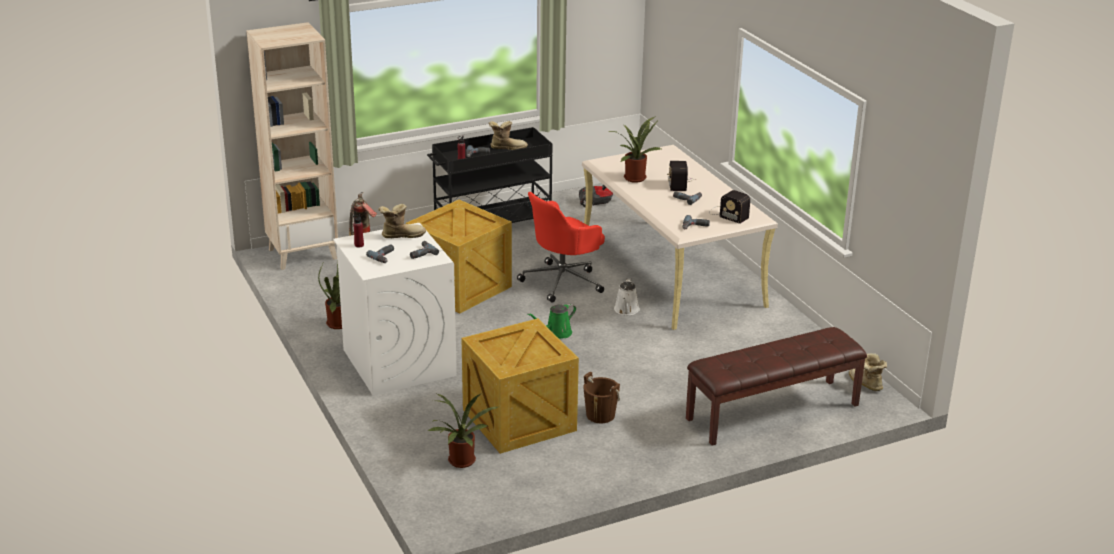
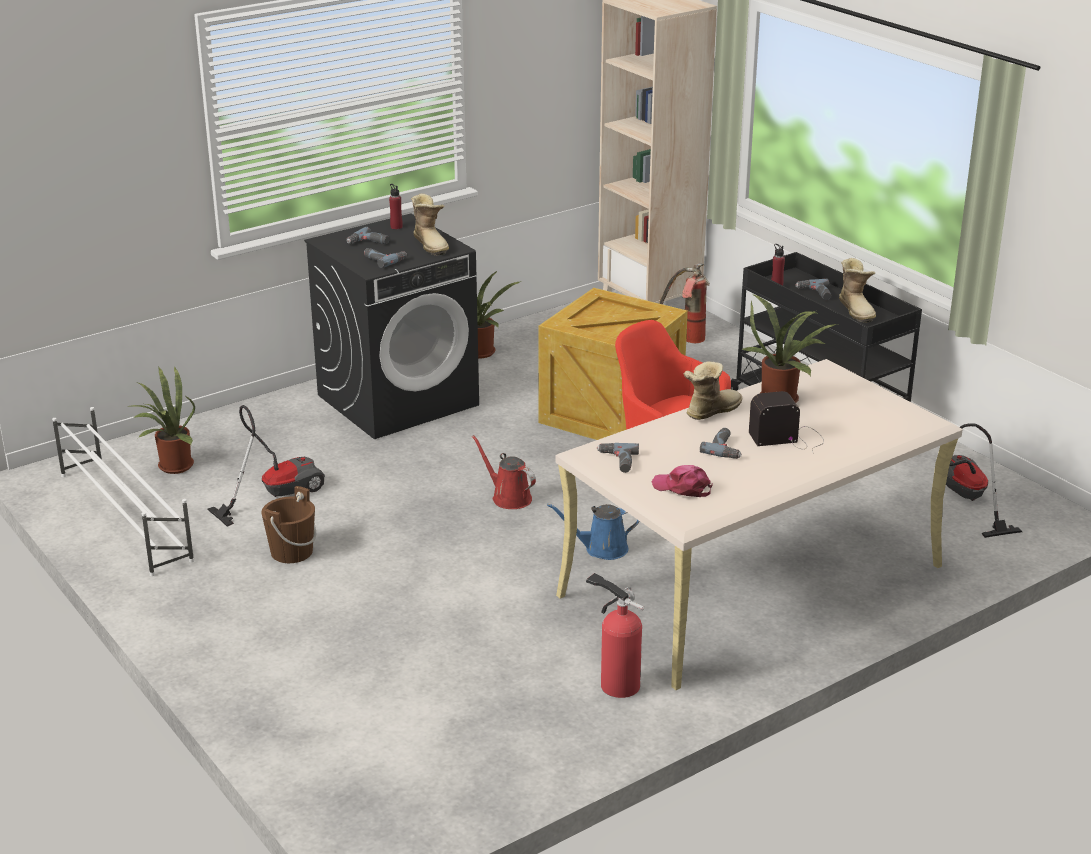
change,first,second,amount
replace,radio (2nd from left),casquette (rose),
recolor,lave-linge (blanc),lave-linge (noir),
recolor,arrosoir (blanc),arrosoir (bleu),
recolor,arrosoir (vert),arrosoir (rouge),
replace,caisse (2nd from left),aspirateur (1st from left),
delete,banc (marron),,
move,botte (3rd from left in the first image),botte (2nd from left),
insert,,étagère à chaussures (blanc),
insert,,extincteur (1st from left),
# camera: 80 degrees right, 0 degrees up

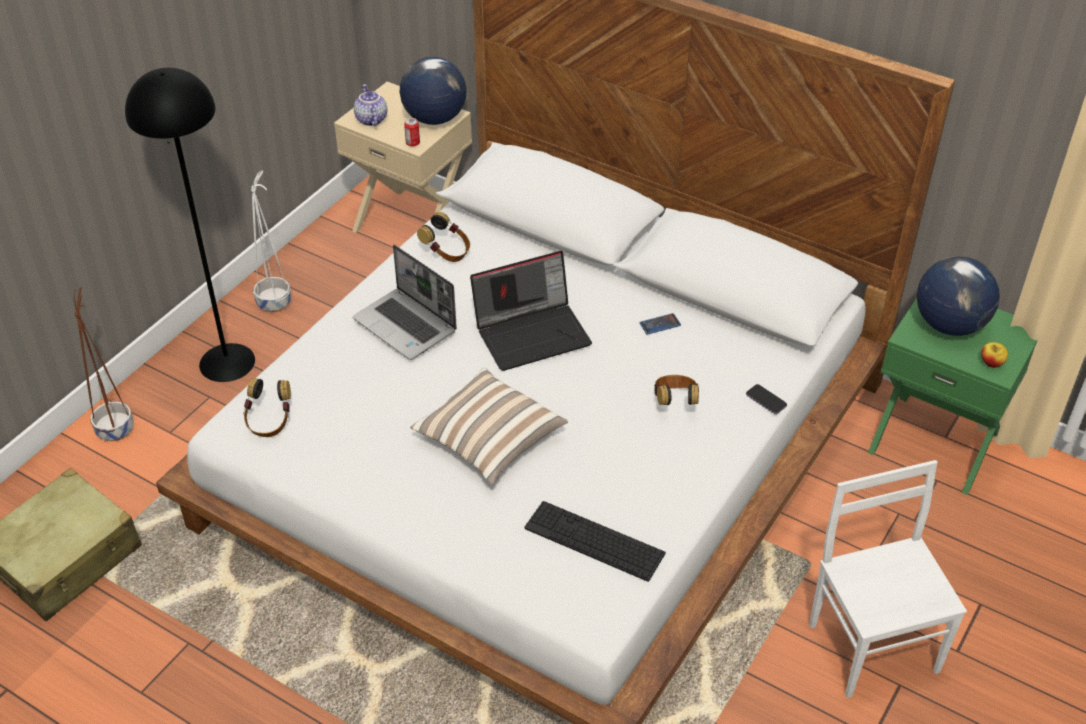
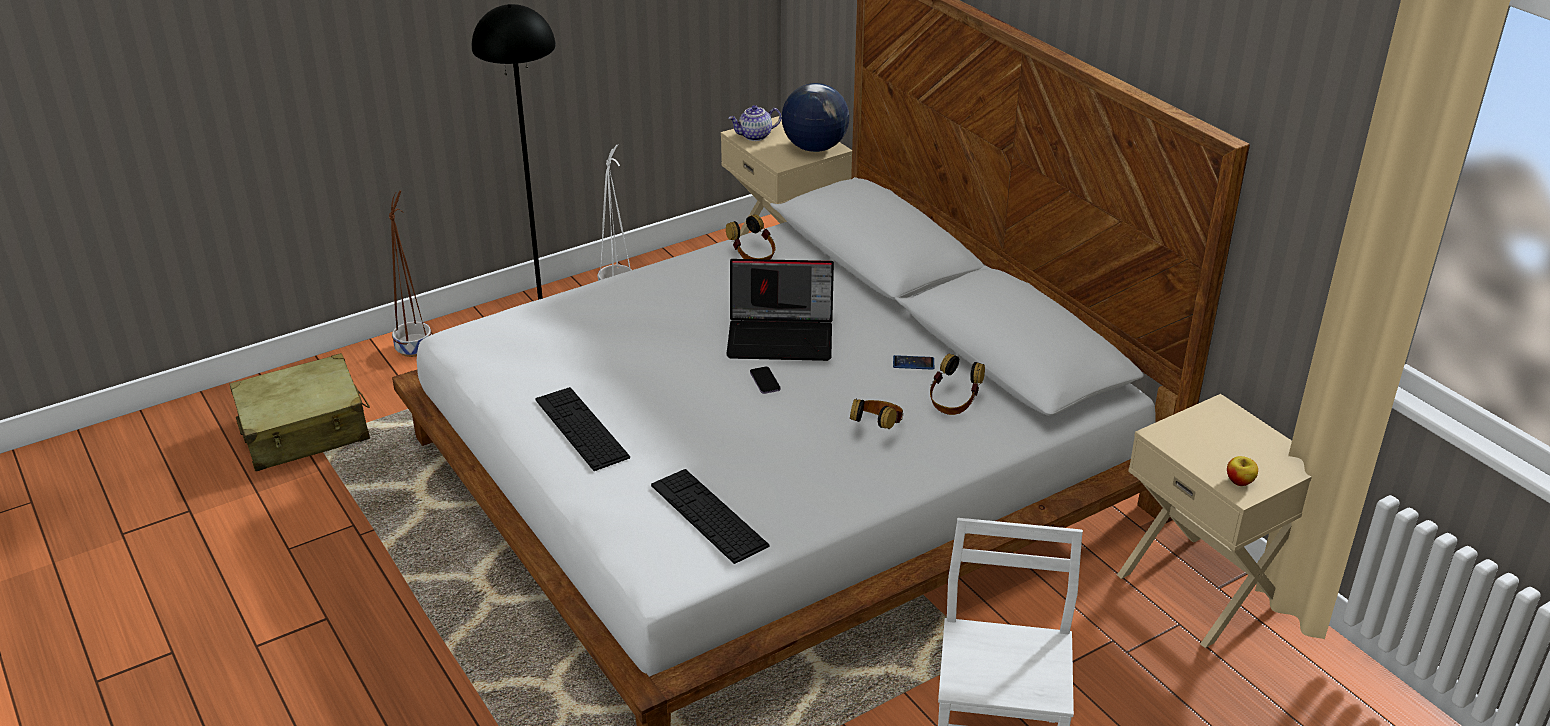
change,first,second,amount
rotate,théière,,120 degrees counterclockwise
delete,boîte métallique,,
delete,ordinateur portable (1st from left),,
delete,globe (2nd from left),,
recolor,table de chevet (vert),table de chevet (beige) (2nd from left),
delete,coussin,,
move,casque audio (1st from left in the first image),casque audio (3rd from left),
move,téléphone (2nd from left in the first image),téléphone (1st from left),
insert,,clavier (1st from left),
# camera: 25 degrees right, 10 degrees down

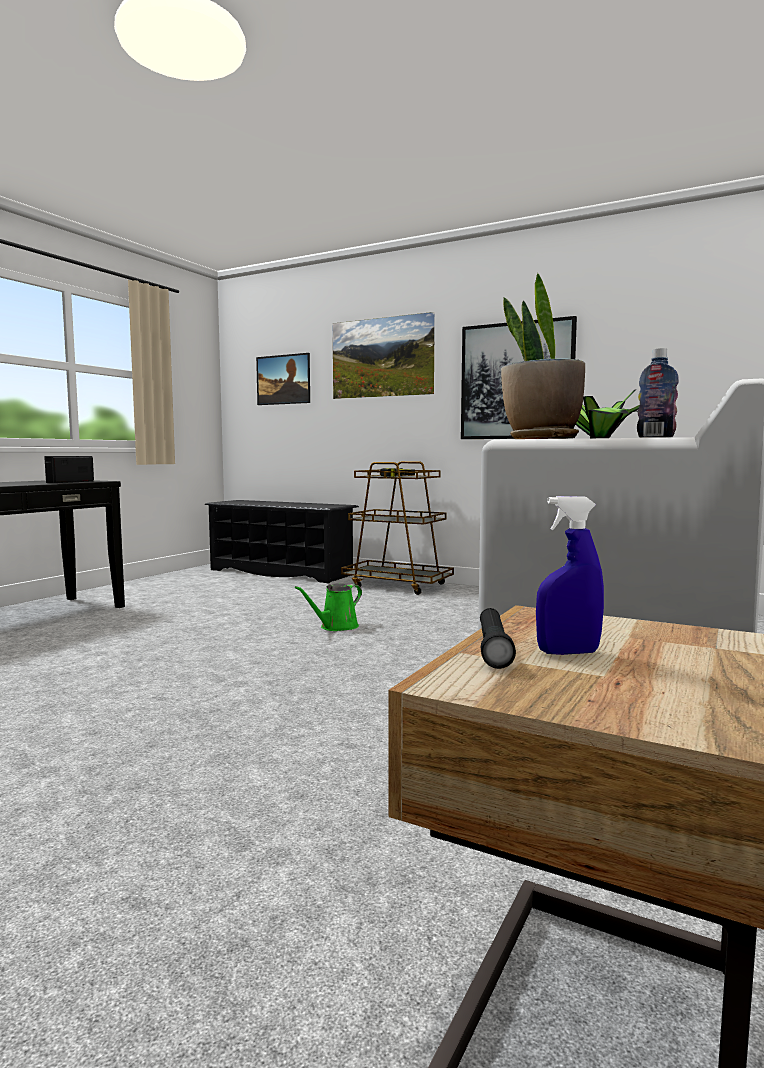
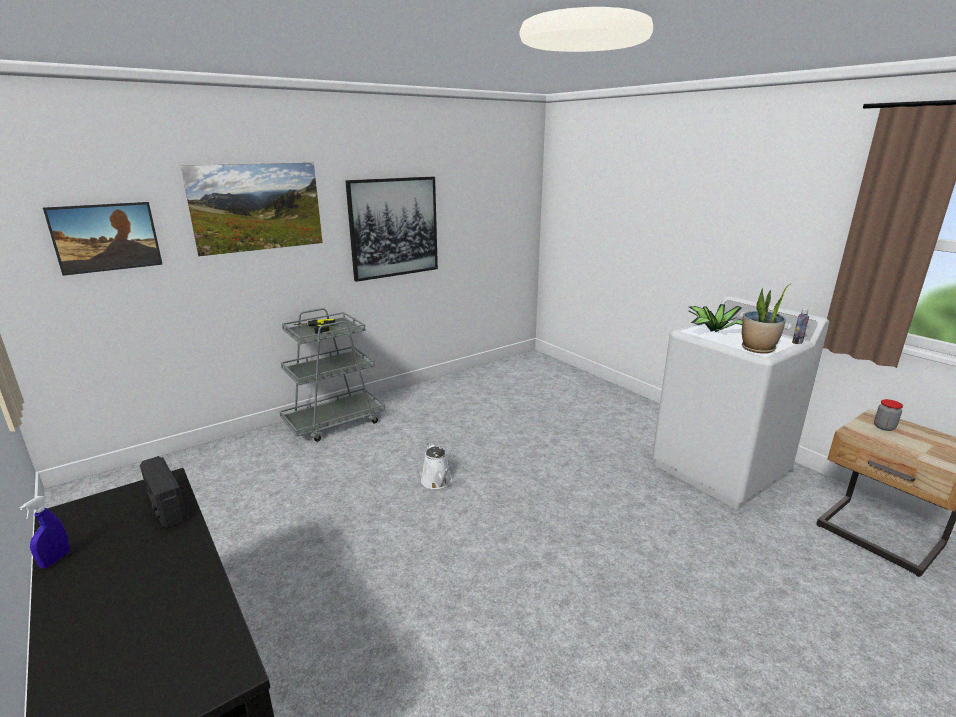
change,first,second,amount
recolor,chariot (marron),chariot (gris),
move,vaporisateur (bleu),,
delete,étagère à chaussures (noir),,
recolor,arrosoir (vert),arrosoir (blanc),
delete,lampe de poche (noir),,
insert,,bocal,
# camera: 65 degrees left, 15 degrees up

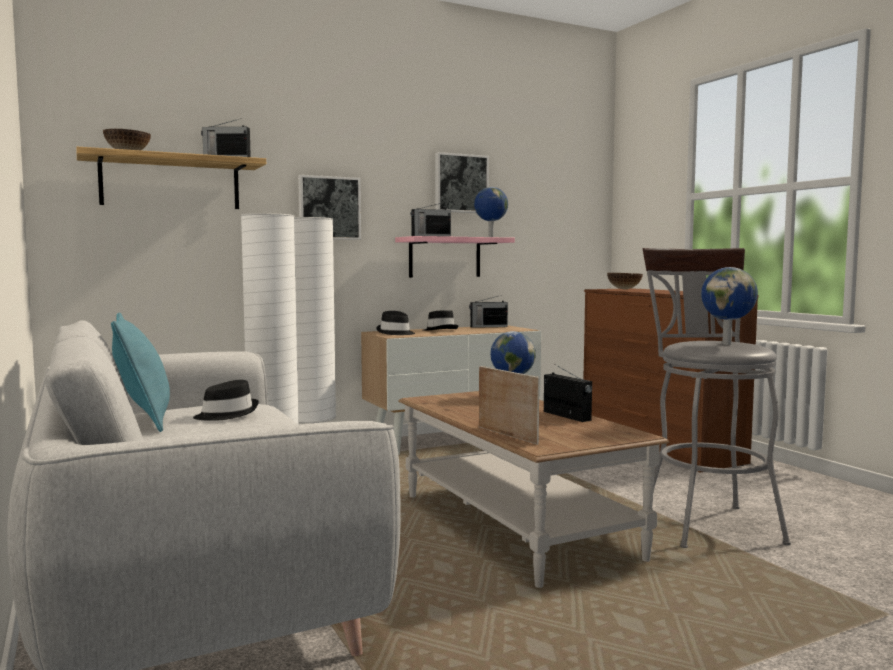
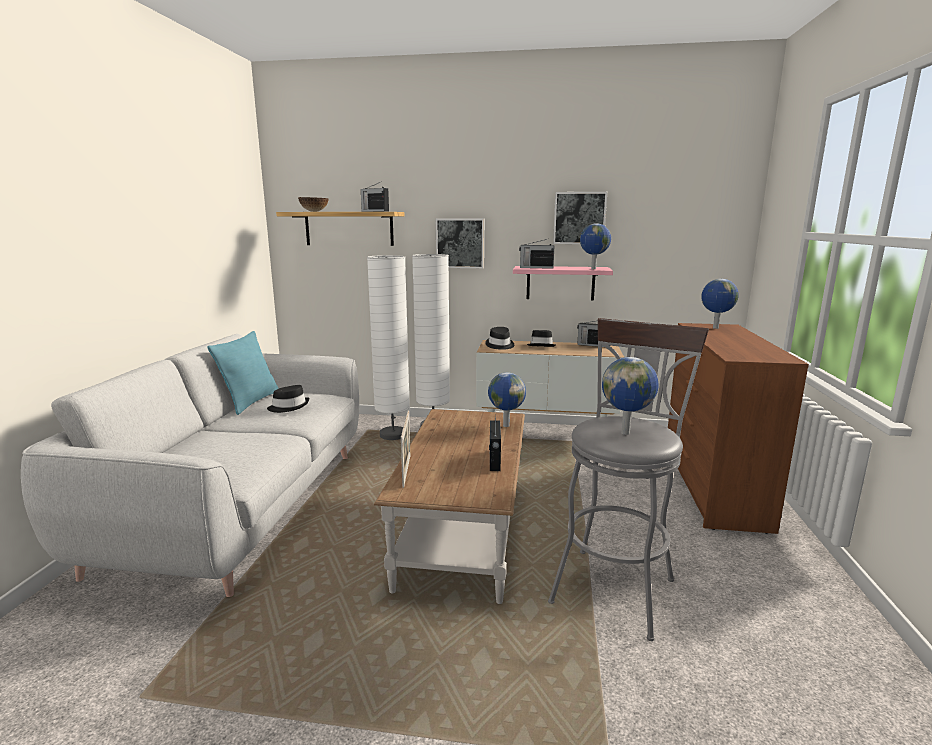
change,first,second,amount
replace,bol (2nd from left),globe (4th from left),
# camera: 35 degrees right, 10 degrees up

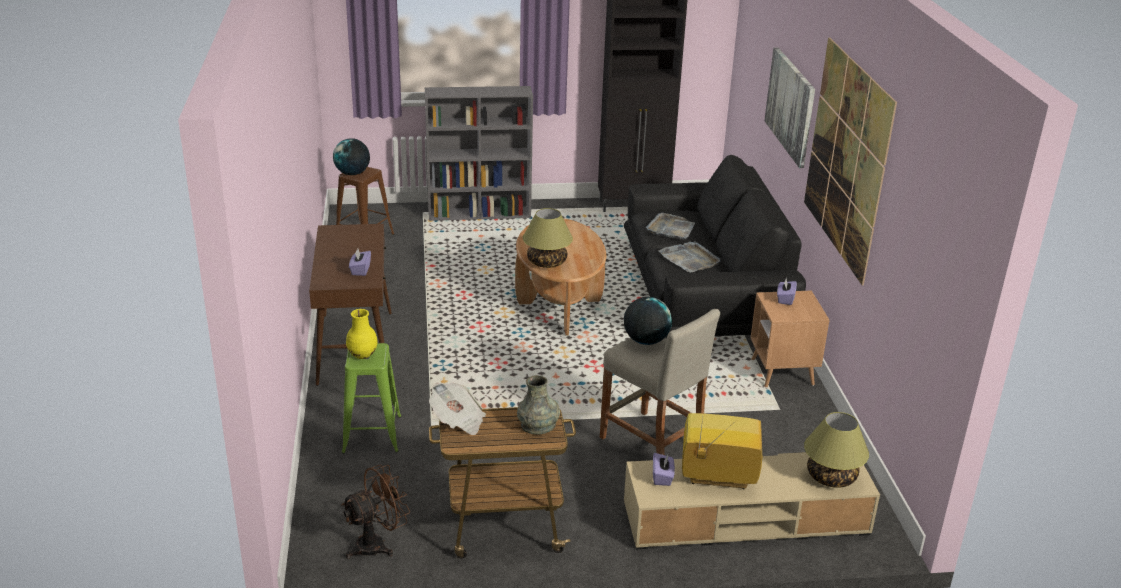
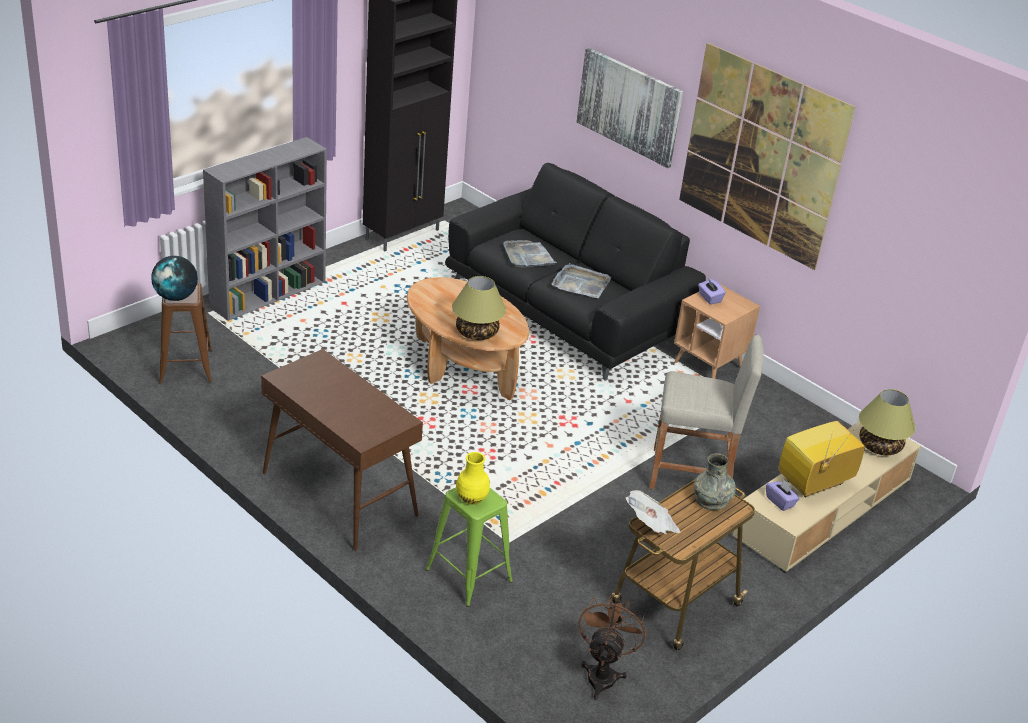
change,first,second,amount
delete,boîte à mouchoirs (violet) (1st from left),,
delete,globe (2nd from left),,
# camera: 40 degrees left, 5 degrees up

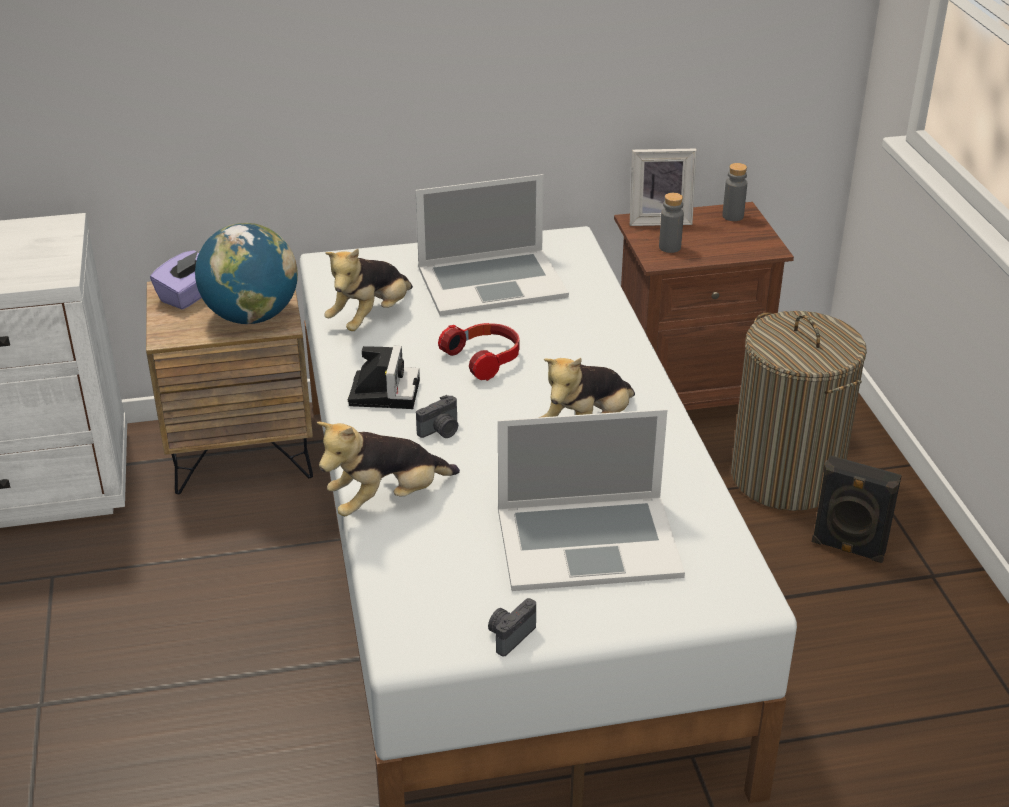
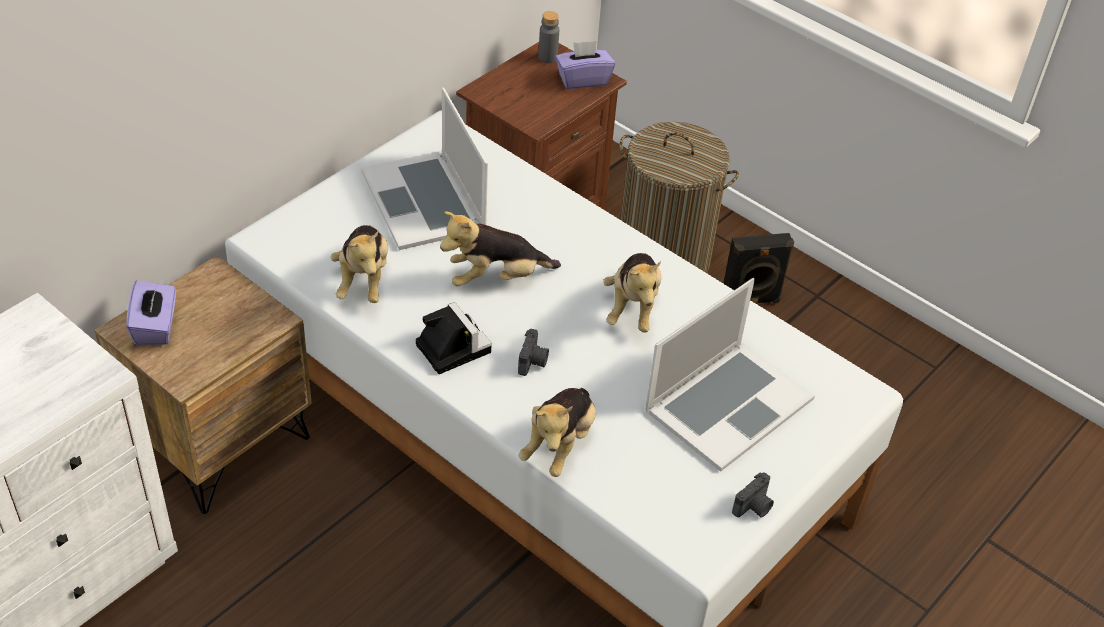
change,first,second,amount
delete,cadre photo,,
rotate,ordinateur portable (1st from left),,120 degrees clockwise
delete,bouteille (gris) (1st from left),,
delete,globe,,
replace,casque audio,peluche (2nd from left),
rotate,appareil photo (3rd from left),,135 degrees counterclockwise
insert,,boîte à mouchoirs (violet) (2nd from left),
# camera: 40 degrees left, 10 degrees up

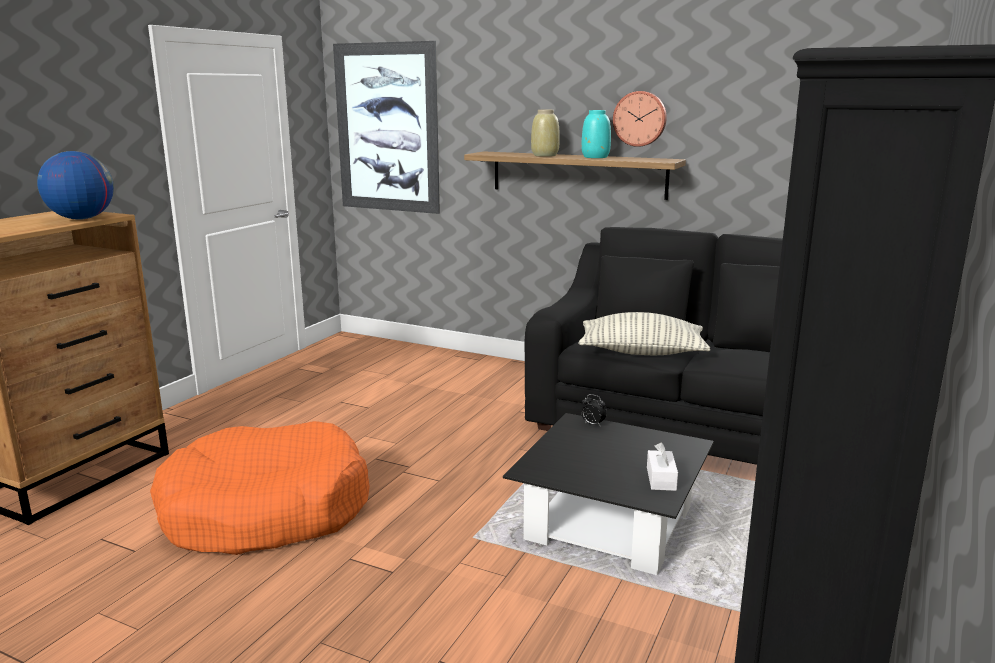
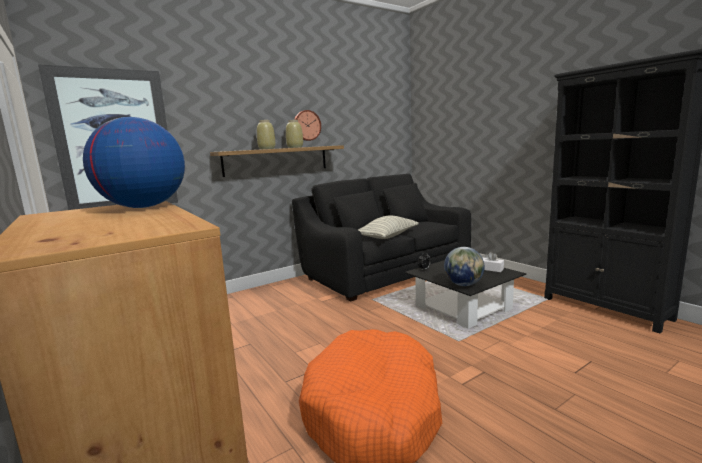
change,first,second,amount
recolor,vase (turquoise),vase (beige) (2nd from left),
insert,,globe (2nd from left),
# camera: 60 degrees left, 5 degrees down

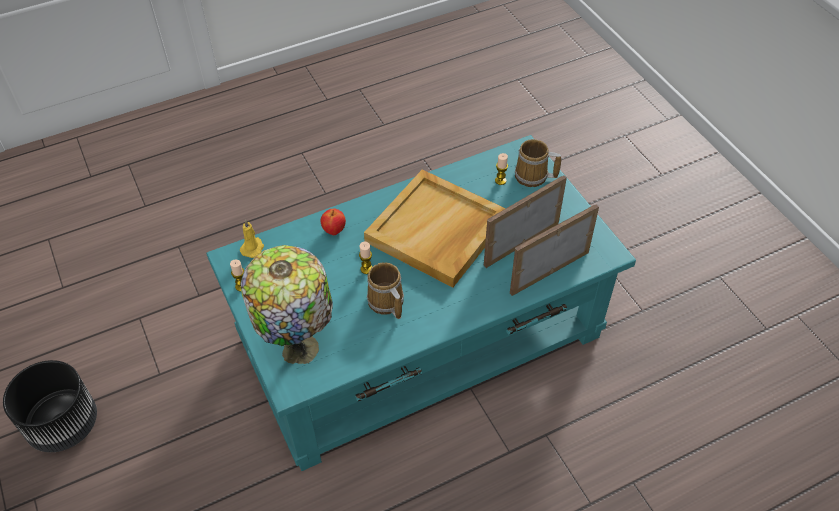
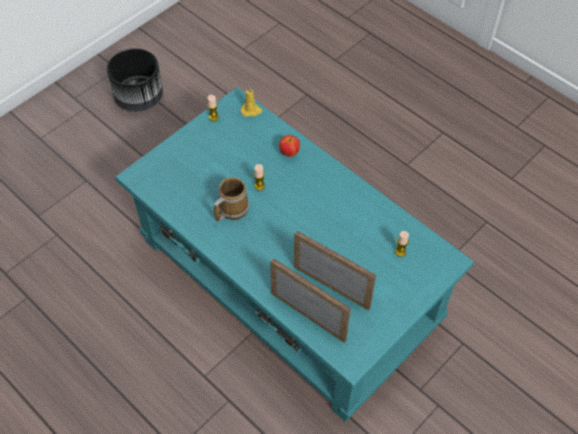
change,first,second,amount
delete,mug (2nd from left),,
delete,plateau (beige),,
delete,lampe de table,,
# camera: 70 degrees right, 5 degrees up

